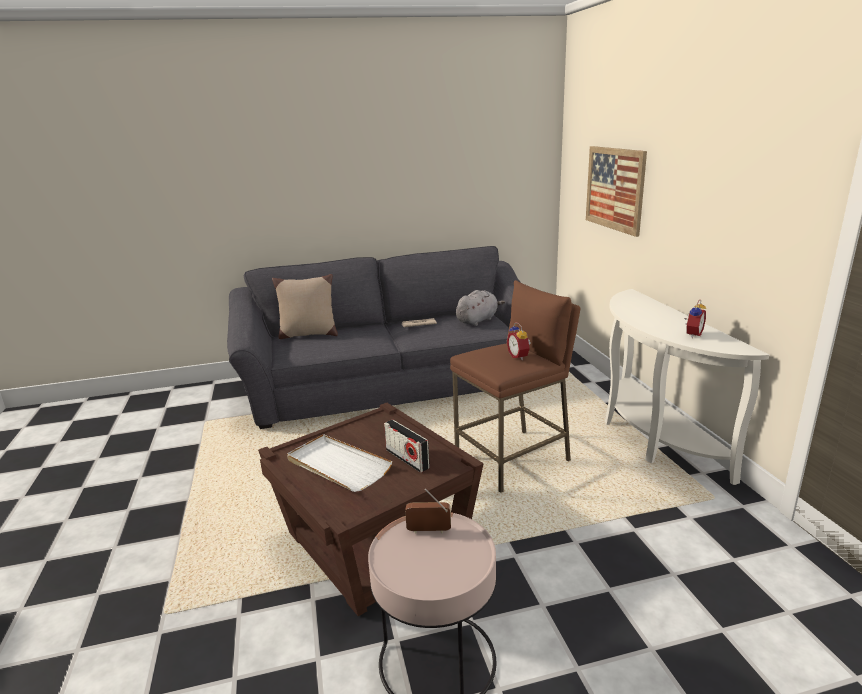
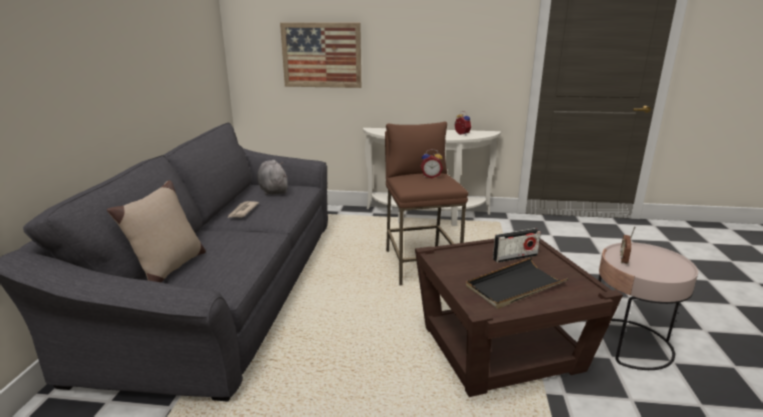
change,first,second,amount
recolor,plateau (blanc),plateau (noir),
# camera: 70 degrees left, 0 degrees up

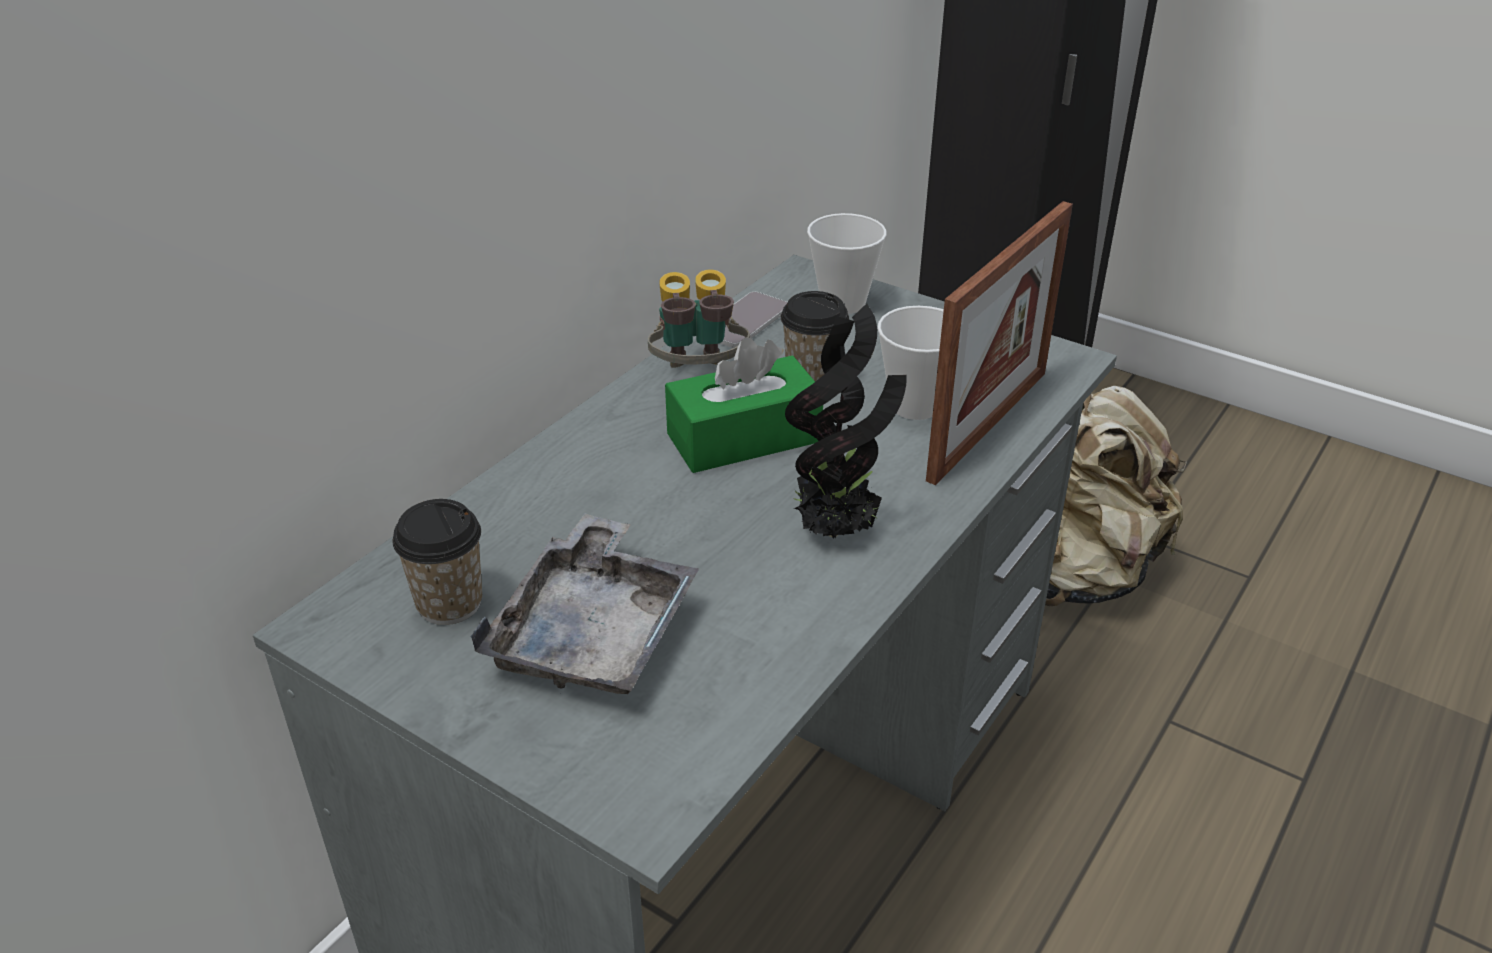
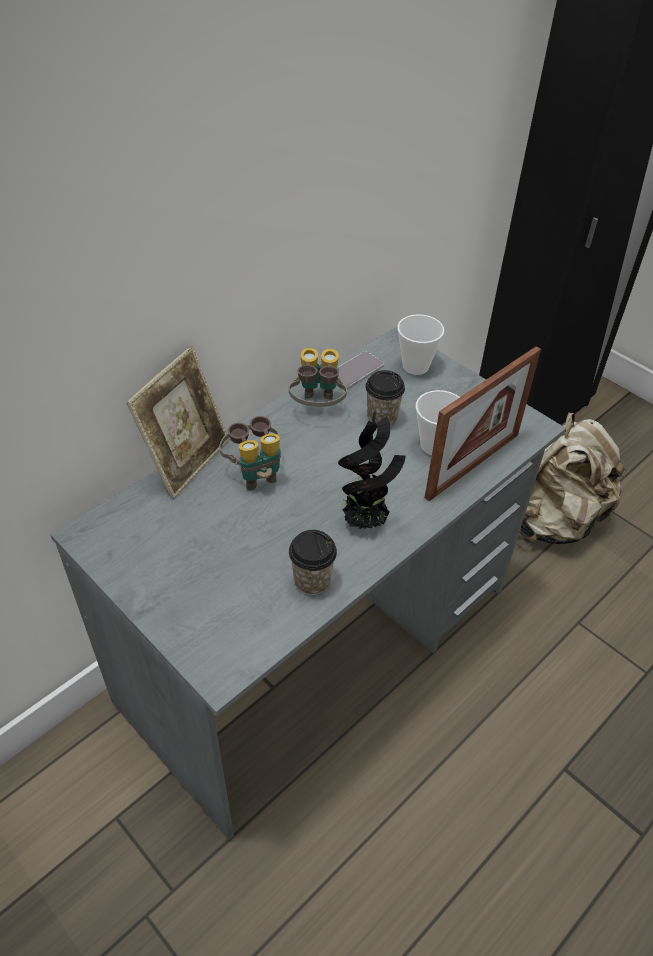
change,first,second,amount
delete,boîte à mouchoirs (vert),,
move,tasse (1st from left),,
delete,plateau (gris),,
insert,,cadre photo (1st from left),
insert,,jumelles (1st from left),
# camera: 10 degrees right, 10 degrees up

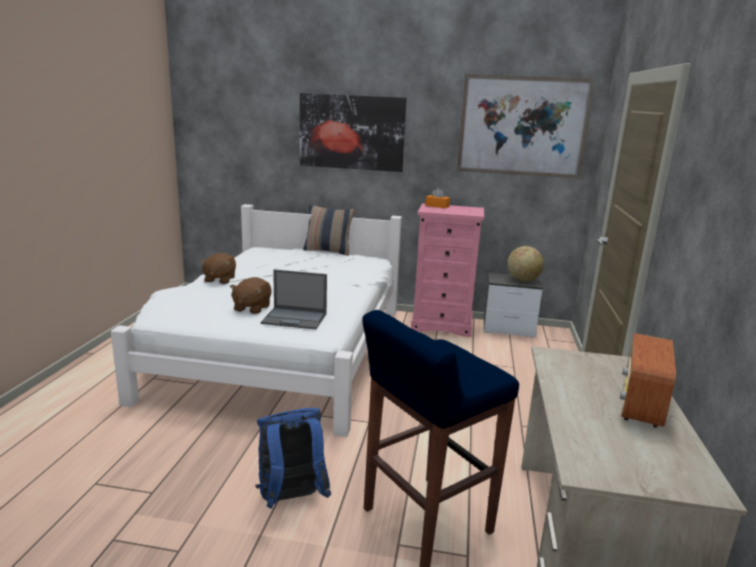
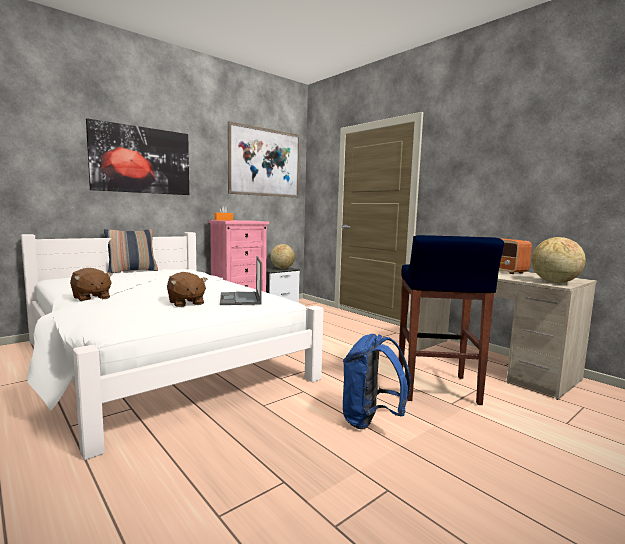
change,first,second,amount
rotate,ordinateur portable,,120 degrees clockwise
insert,,globe (2nd from left),
# camera: 50 degrees left, 10 degrees down

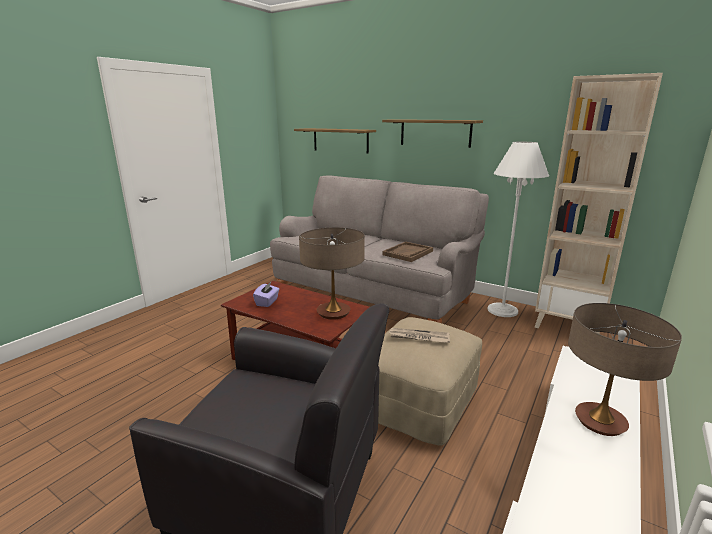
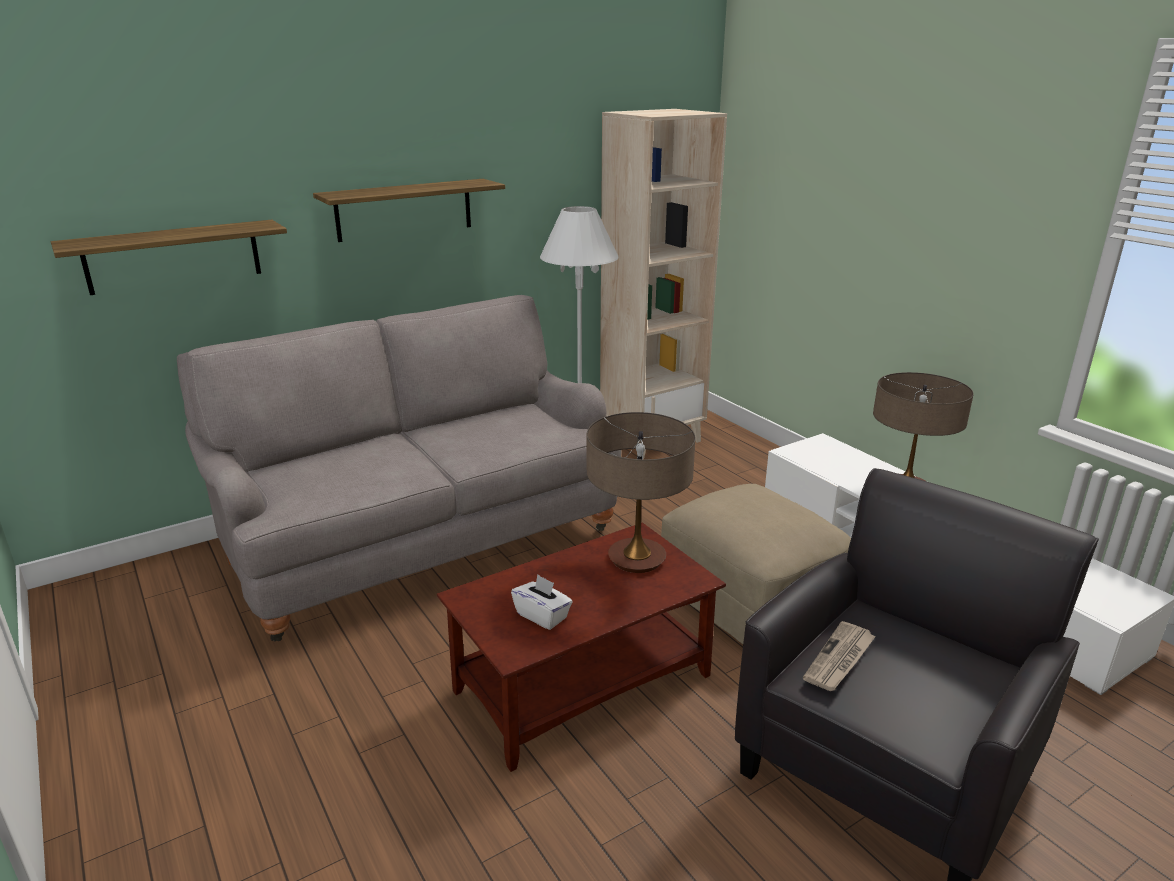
change,first,second,amount
delete,plateau (marron),,
recolor,boîte à mouchoirs (violet),boîte à mouchoirs (blanc),
move,journal,,
# camera: 65 degrees left, 5 degrees up

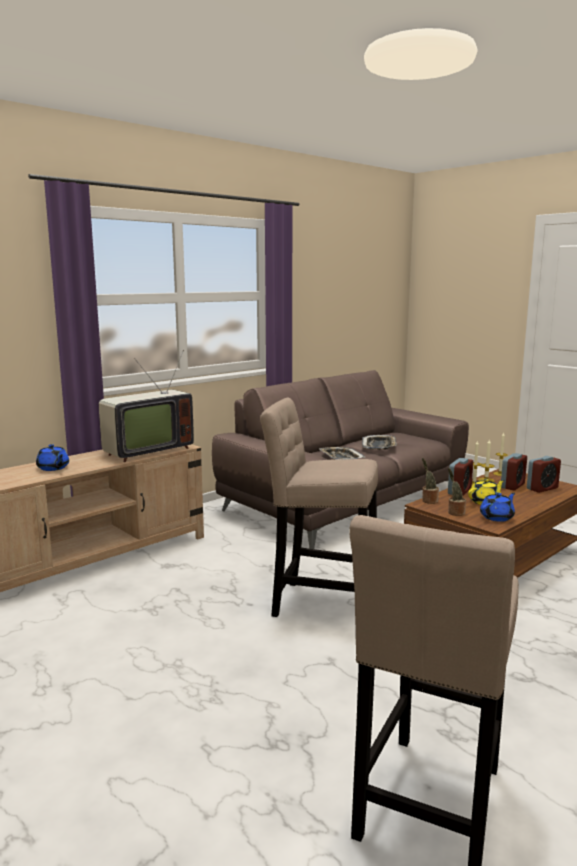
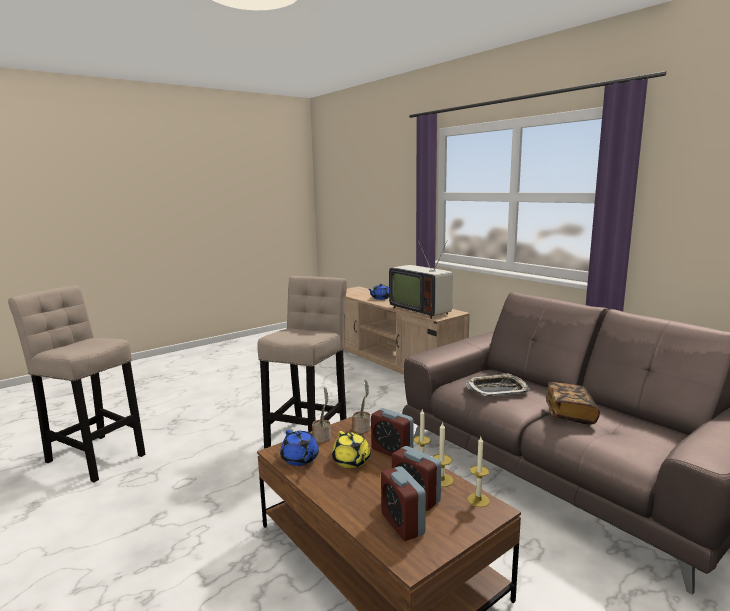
change,first,second,amount
replace,plateau (2nd from left),livre,
# camera: 95 degrees right, 0 degrees up

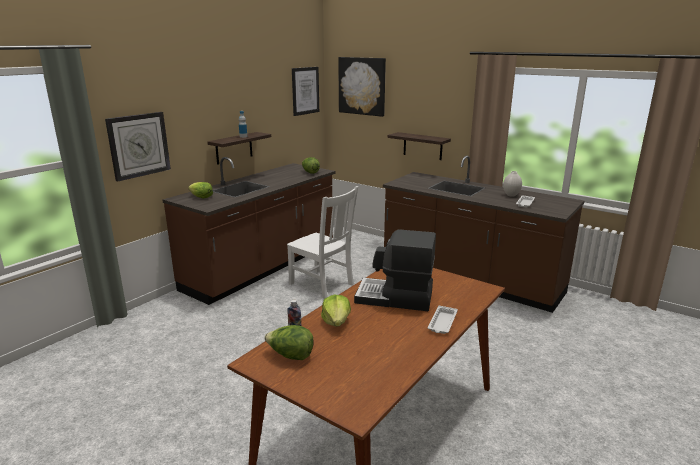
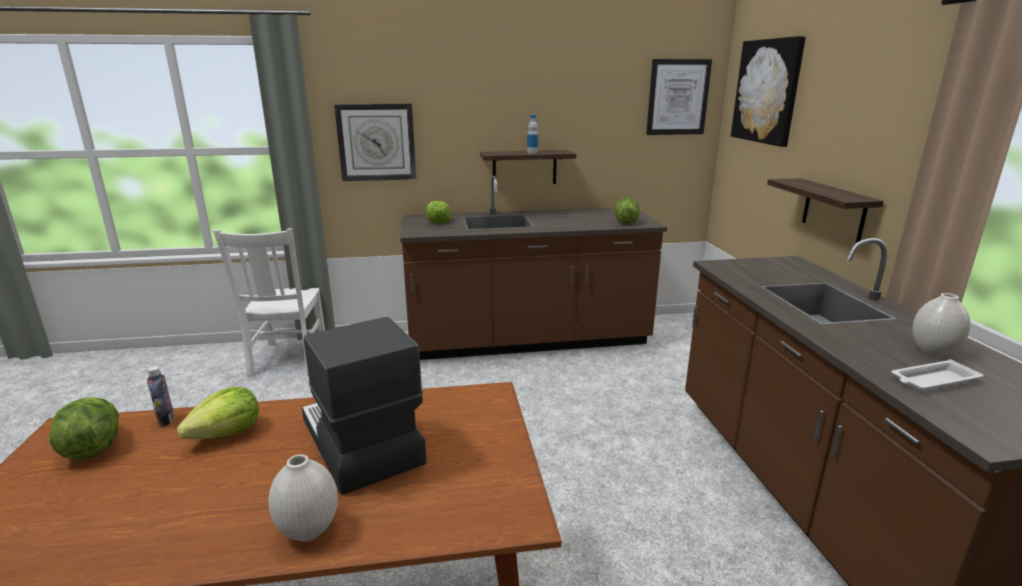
change,first,second,amount
move,chaise (blanc),,
replace,plateau (blanc) (1st from left),vase (blanc) (1st from left),
# camera: 45 degrees right, 0 degrees up

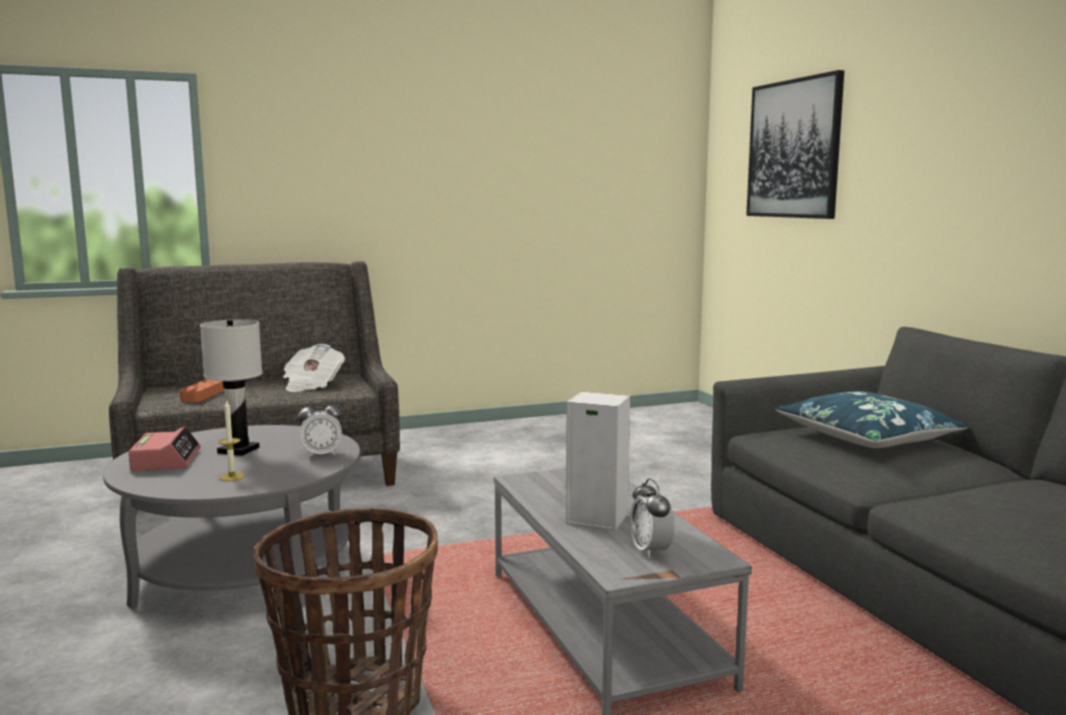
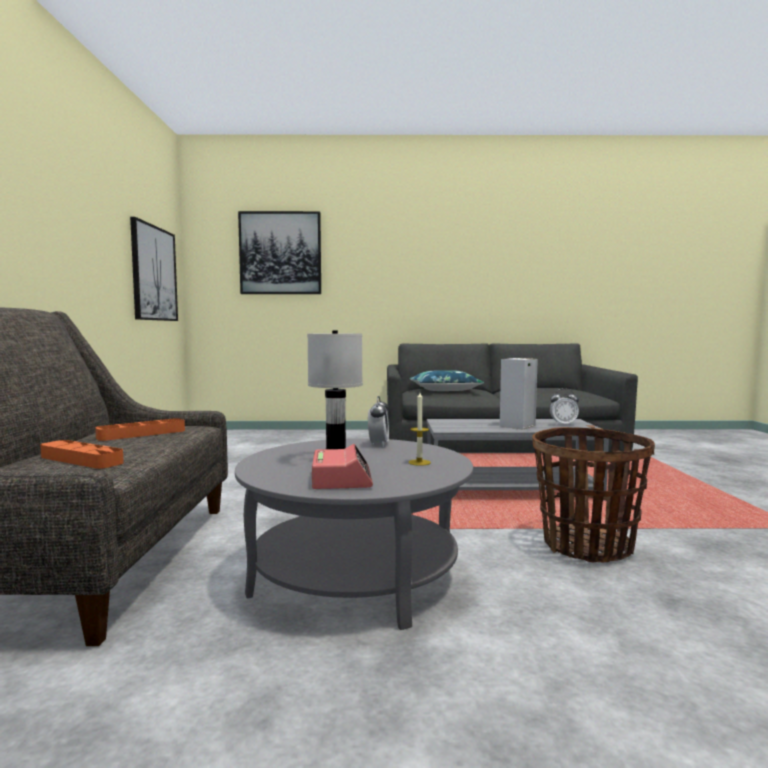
change,first,second,amount
replace,journal,plateau (orange) (2nd from left),
rotate,réveil (1st from left),,75 degrees clockwise
insert,,tableau (1st from left),
# camera: 70 degrees left, 5 degrees down

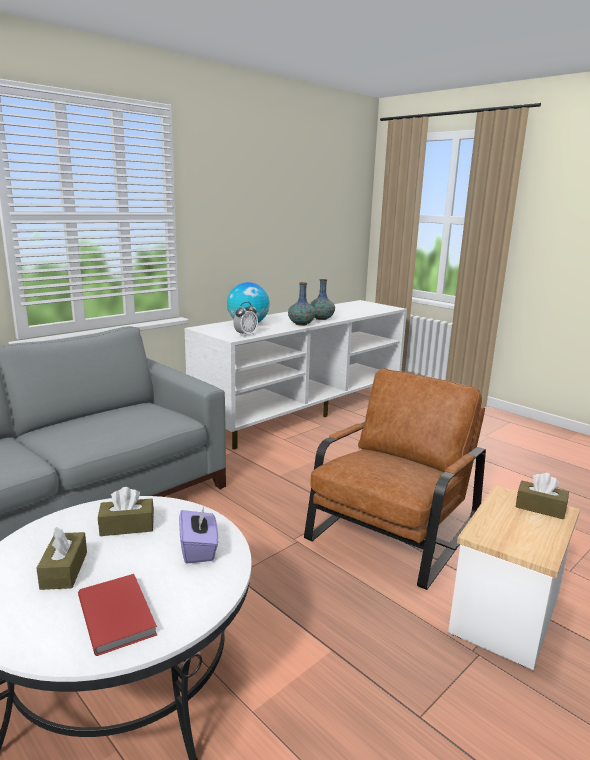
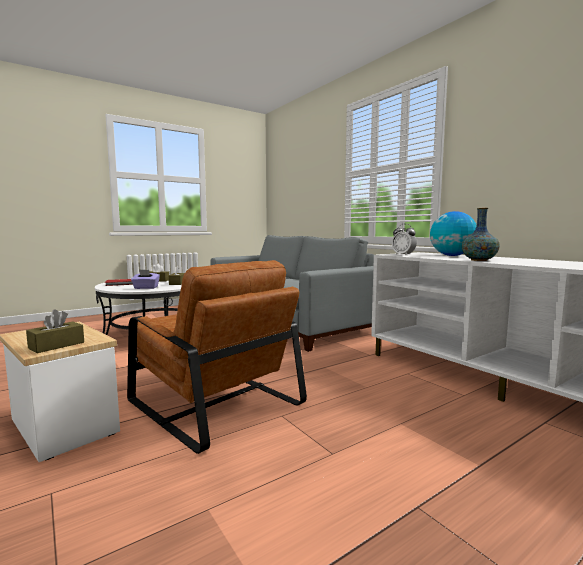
change,first,second,amount
delete,vase (2nd from left),,
# camera: 100 degrees right, 10 degrees down

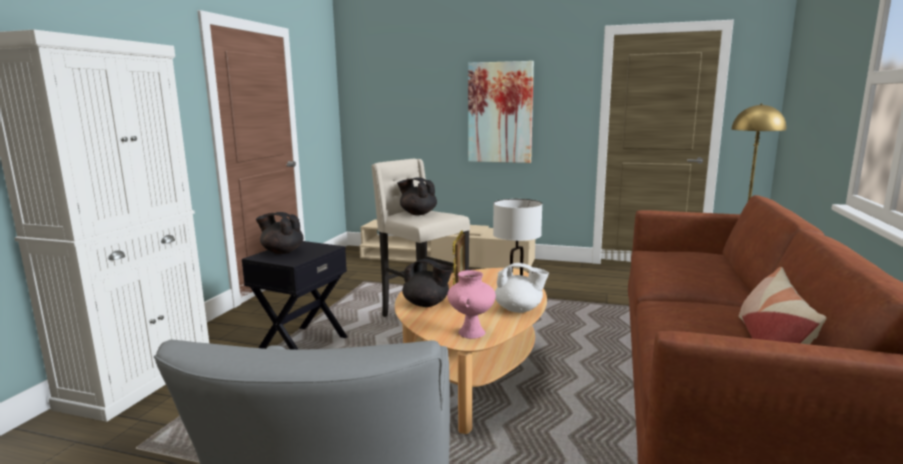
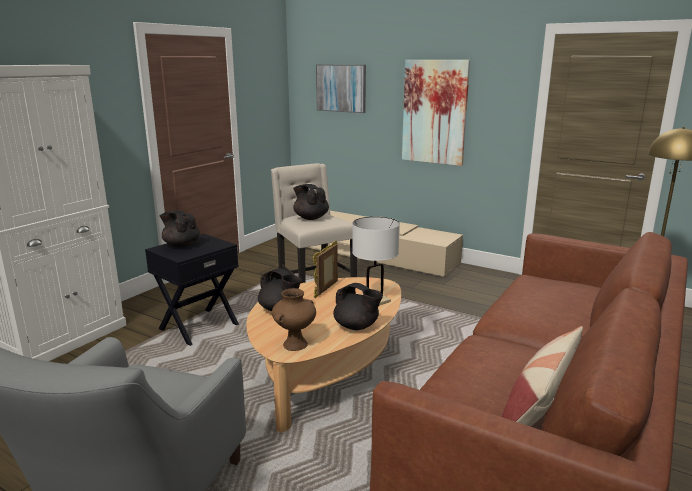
change,first,second,amount
recolor,théière (blanc),théière (noir) (4th from left),
recolor,vase (rose),vase (marron),
insert,,tableau (1st from left),
# camera: 15 degrees right, 5 degrees up

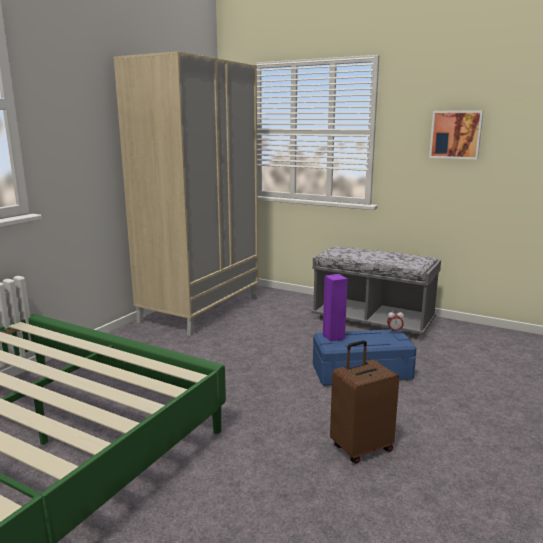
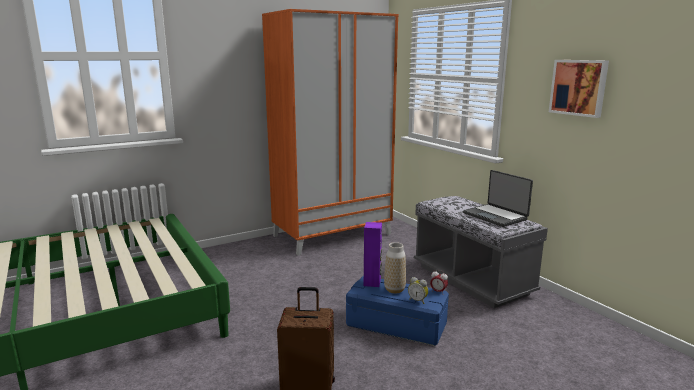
change,first,second,amount
recolor,armoire (beige),armoire (orange),
insert,,ordinateur portable,
insert,,vase,
insert,,réveil (1st from left),
# camera: 30 degrees right, 0 degrees up

